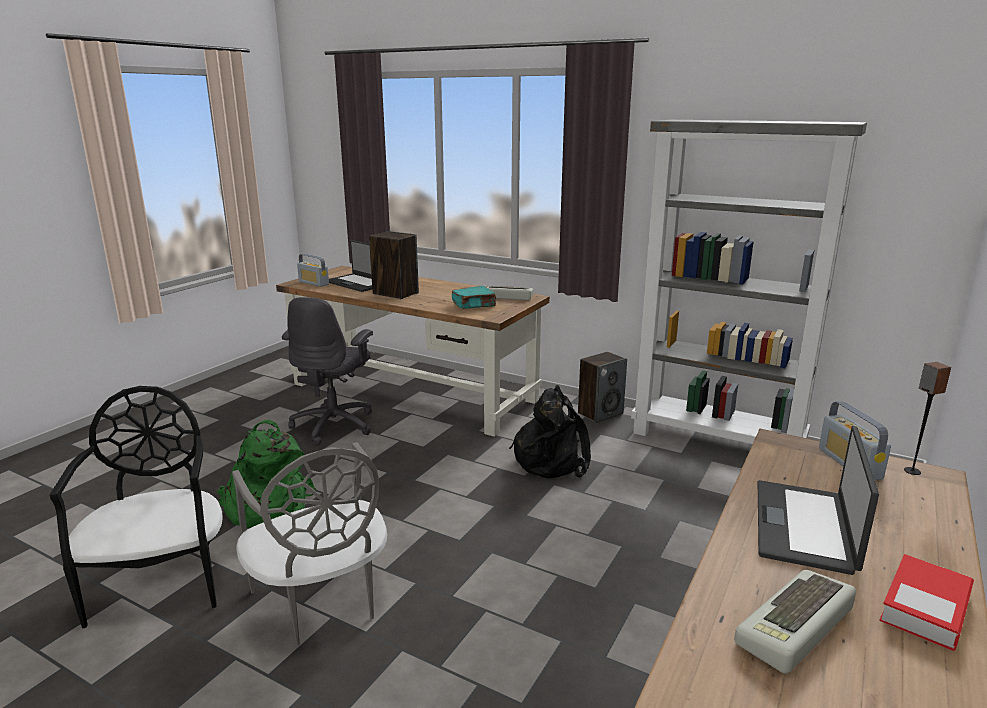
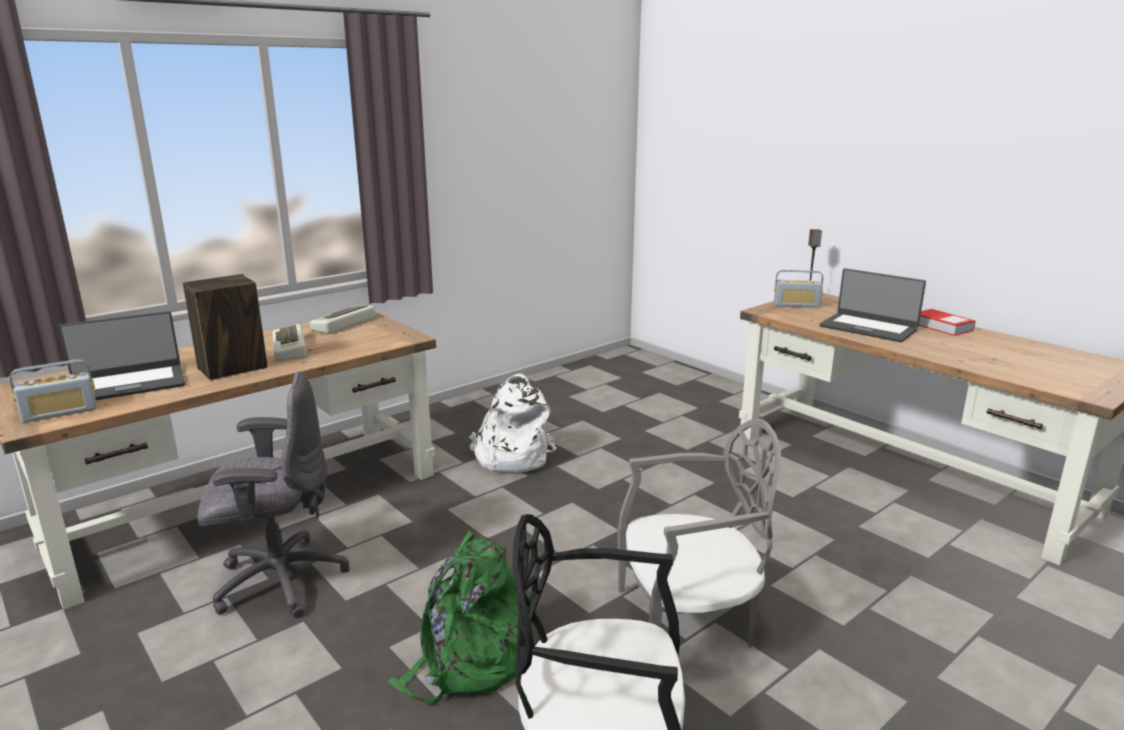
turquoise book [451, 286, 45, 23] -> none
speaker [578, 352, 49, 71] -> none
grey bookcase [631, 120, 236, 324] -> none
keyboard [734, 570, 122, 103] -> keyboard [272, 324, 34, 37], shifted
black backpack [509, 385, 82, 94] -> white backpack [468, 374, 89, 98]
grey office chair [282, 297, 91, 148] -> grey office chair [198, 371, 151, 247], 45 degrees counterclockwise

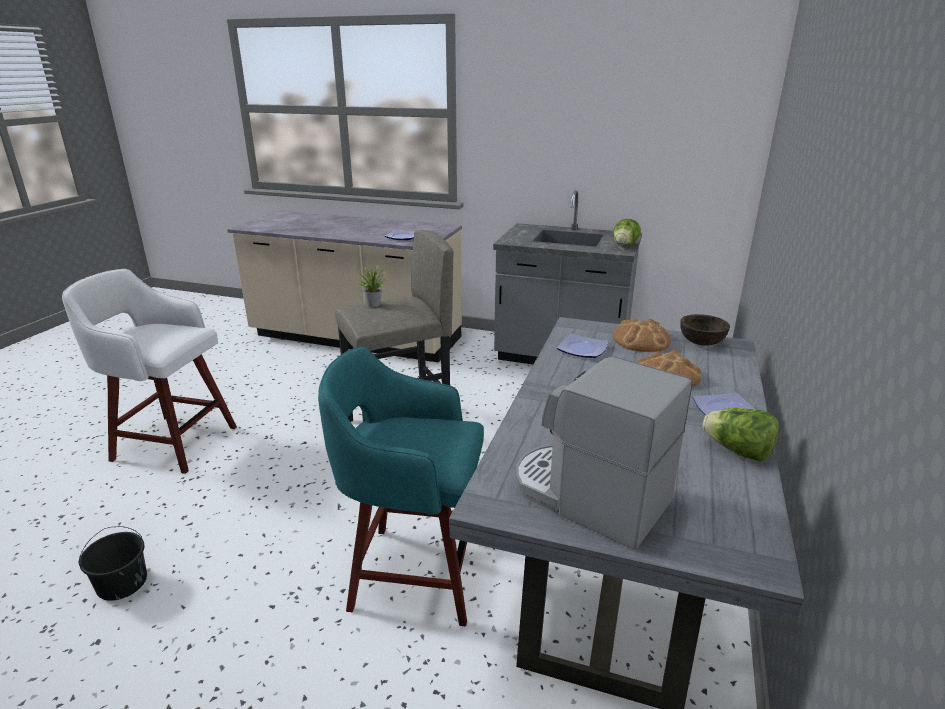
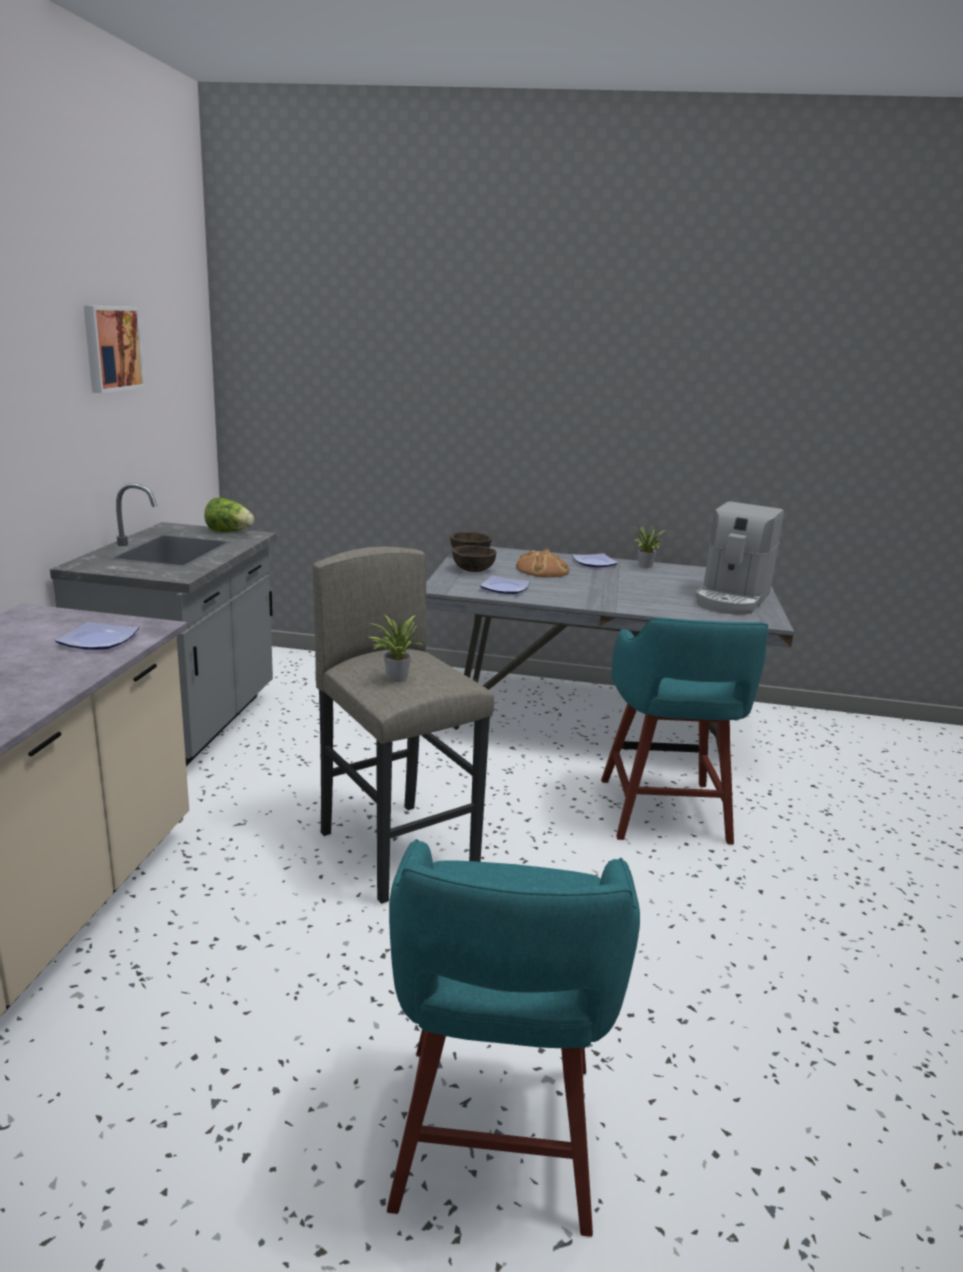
black bucket [79, 526, 68, 75] -> none
none -> picture [83, 305, 62, 88]
bread [613, 318, 58, 34] -> brown bowl [452, 545, 45, 27]
lettuce [702, 408, 77, 53] -> potted plant [632, 526, 34, 42]
white stool [62, 269, 175, 205] -> turquoise stool [387, 839, 253, 398]

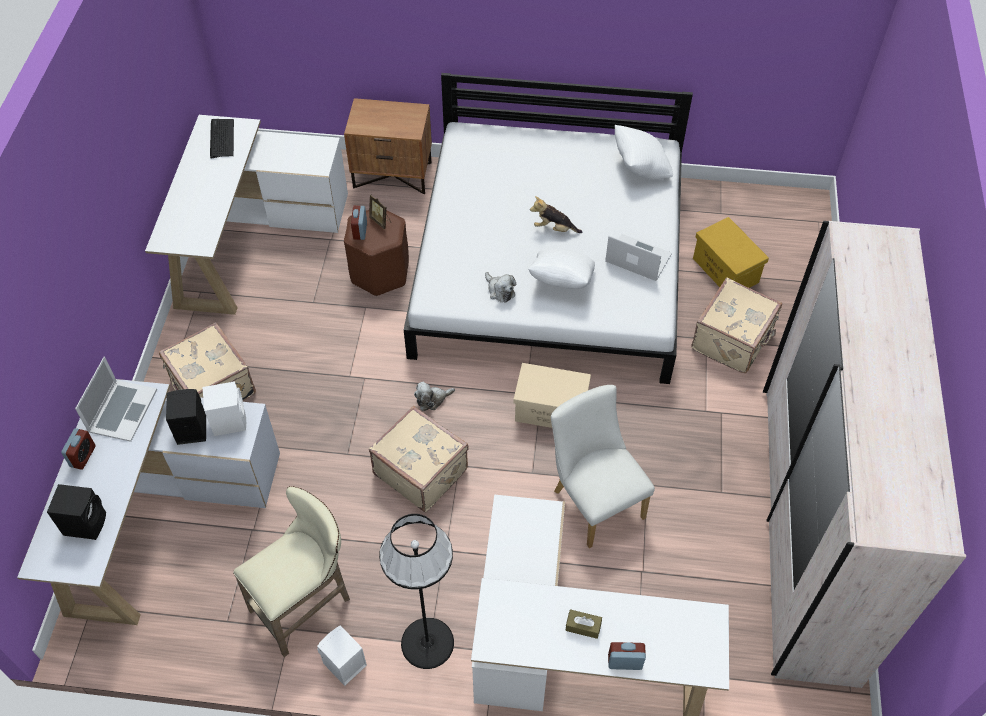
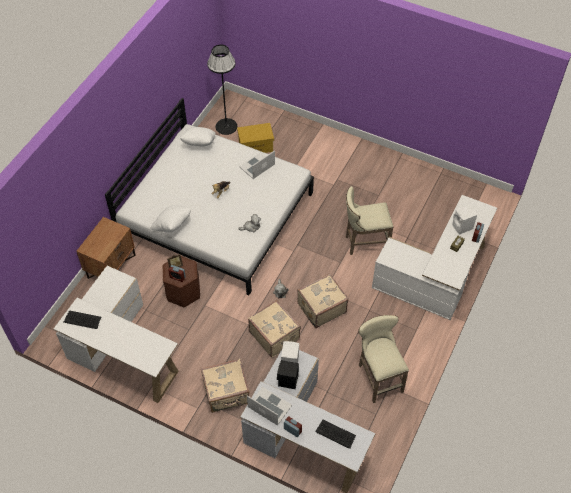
beige storage box [513, 363, 78, 65] -> none
white wardrobe [763, 221, 203, 467] -> none
white speaker [317, 625, 50, 61] -> white speaker [452, 204, 25, 30], shifted
black floor lamp [379, 514, 75, 155] -> black floor lamp [207, 45, 30, 90], shifted
white pillow [528, 248, 67, 41] -> white pillow [151, 205, 40, 27], shifted
beige suitcase [691, 278, 91, 95] -> beige suitcase [248, 300, 53, 58], shifted
black speaker [47, 484, 59, 56] -> keyboard [315, 420, 41, 29]
white chair [551, 385, 104, 163] -> beige stool [346, 186, 47, 69]

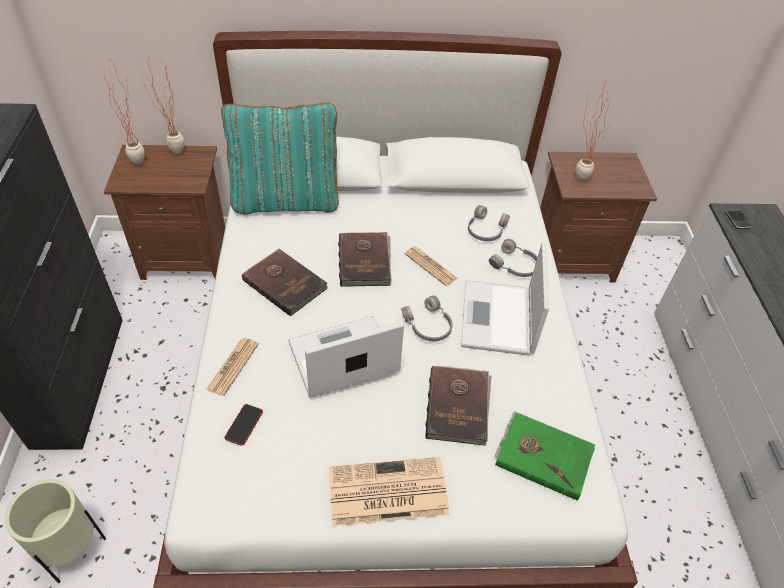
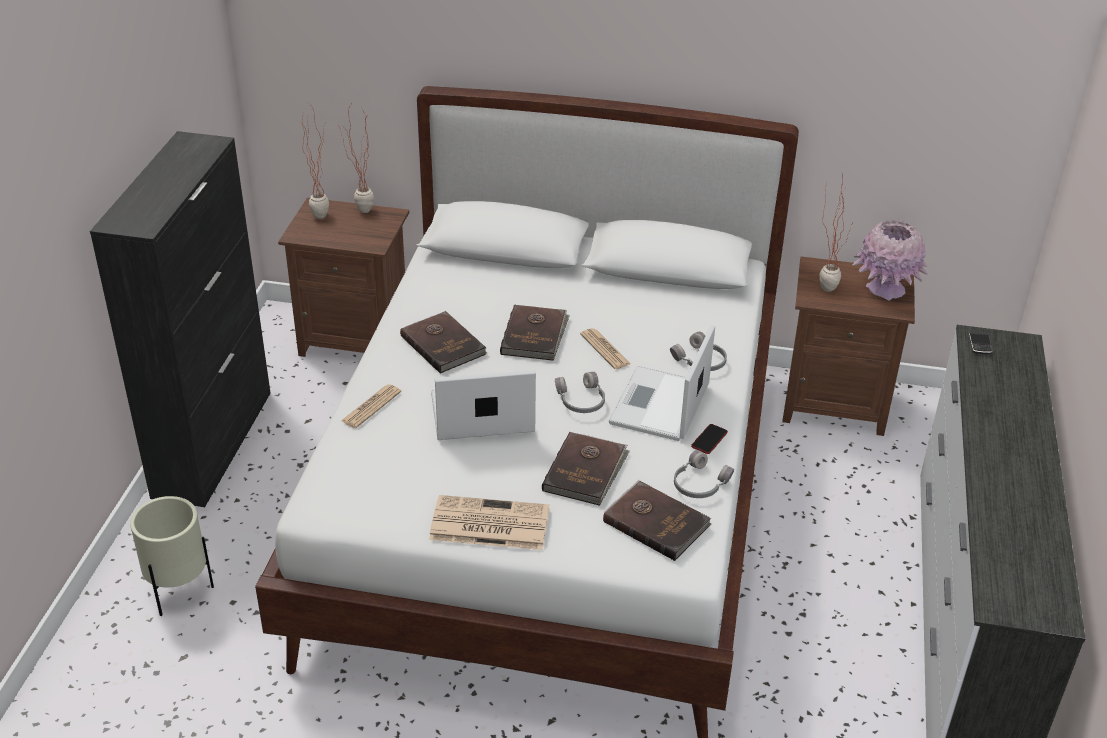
turquoise pillow [221, 103, 118, 112] -> none
none -> pink vase [852, 219, 76, 82]
phone [224, 404, 39, 42] -> phone [691, 424, 37, 30], shifted
grey headphones [468, 205, 42, 36] -> grey headphones [674, 450, 60, 48], shifted
green book [495, 411, 100, 90] -> brown book [603, 480, 108, 81]

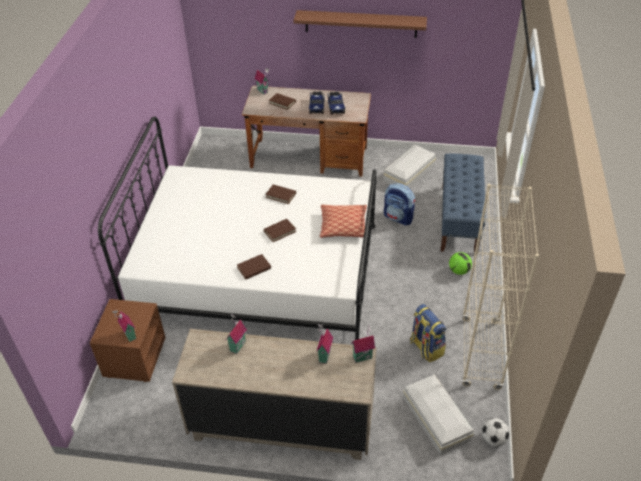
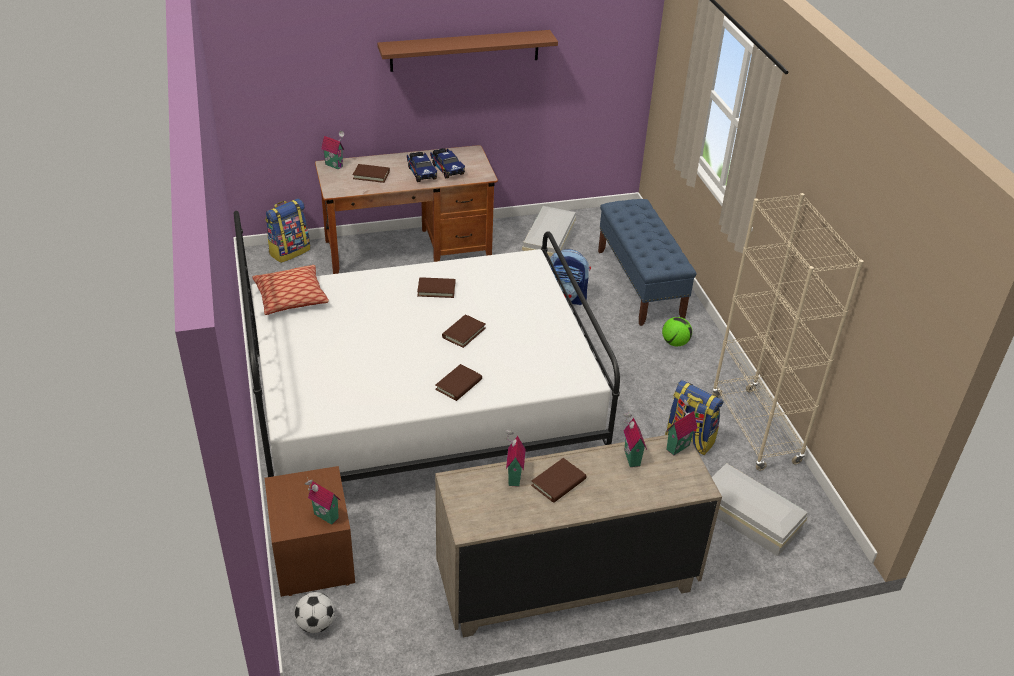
none -> backpack [265, 198, 45, 65]
none -> brown book [531, 458, 55, 45]
pillow [320, 205, 47, 33] -> pillow [252, 265, 77, 50], shifted
football [481, 418, 29, 29] -> football [294, 592, 41, 41], shifted

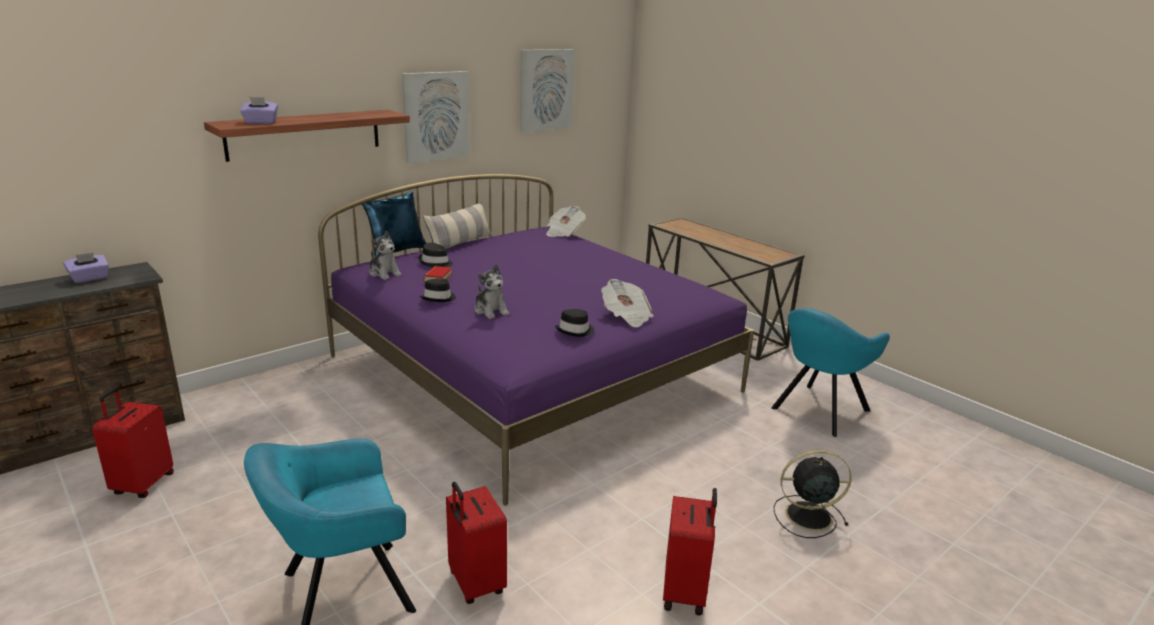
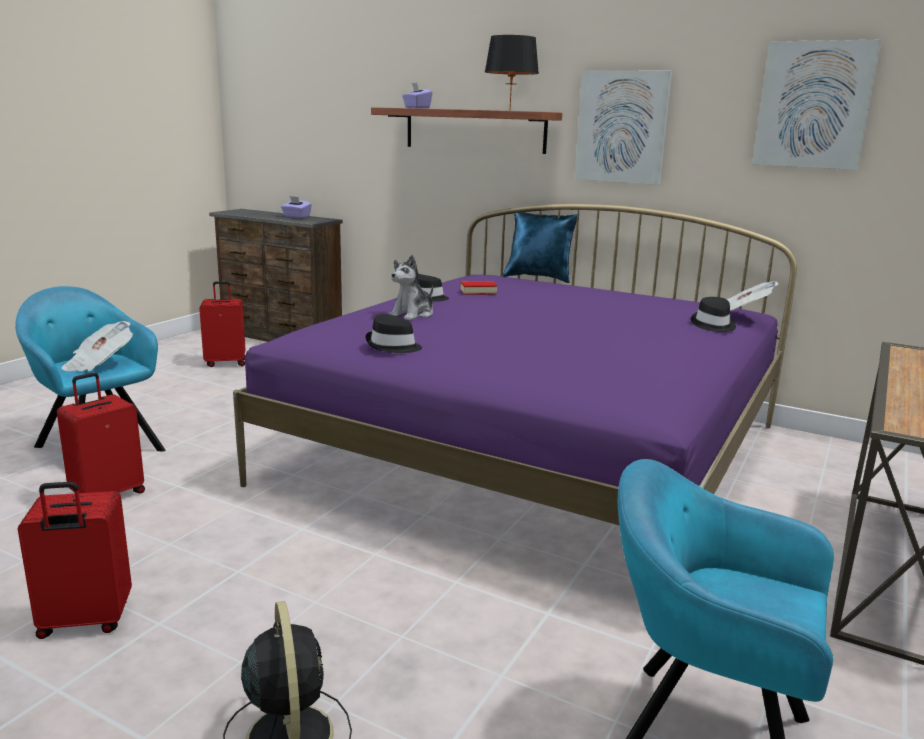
plush toy [369, 231, 33, 49] -> none
pillow [423, 201, 69, 48] -> none
none -> black table lamp [485, 35, 54, 75]
black hat [418, 243, 35, 24] -> black hat [691, 297, 45, 35], shifted
newspaper [601, 279, 53, 49] -> newspaper [62, 321, 71, 50], shifted

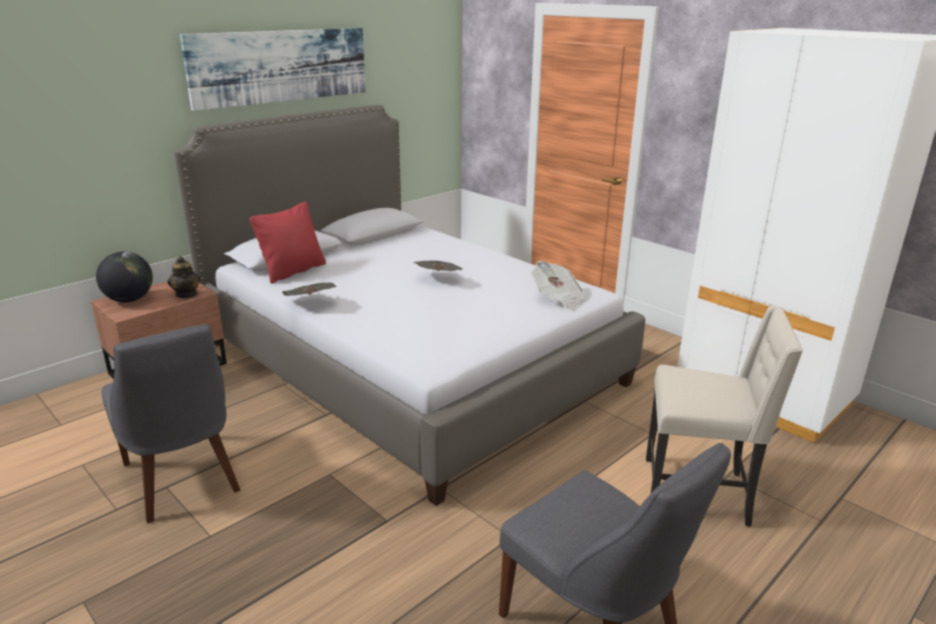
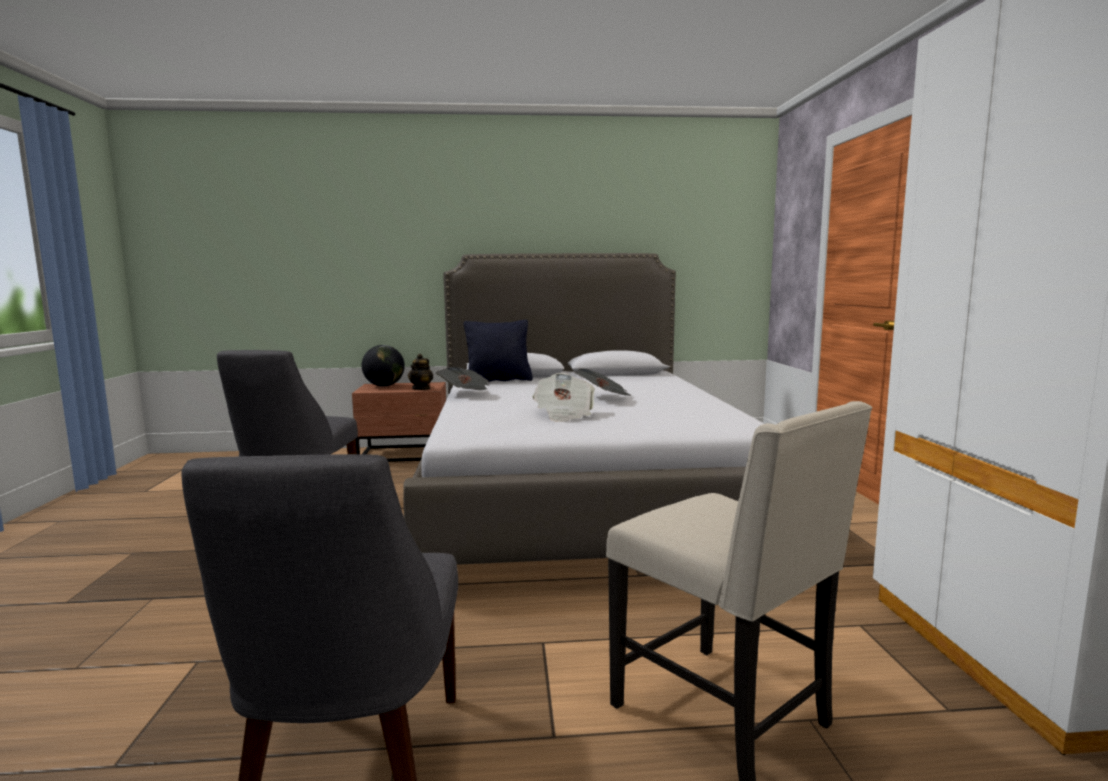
picture [180, 28, 186, 83] -> none
newspaper [531, 261, 54, 48] -> newspaper [533, 373, 62, 49], shifted
red pillow [250, 202, 76, 82] -> black pillow [464, 320, 69, 62]

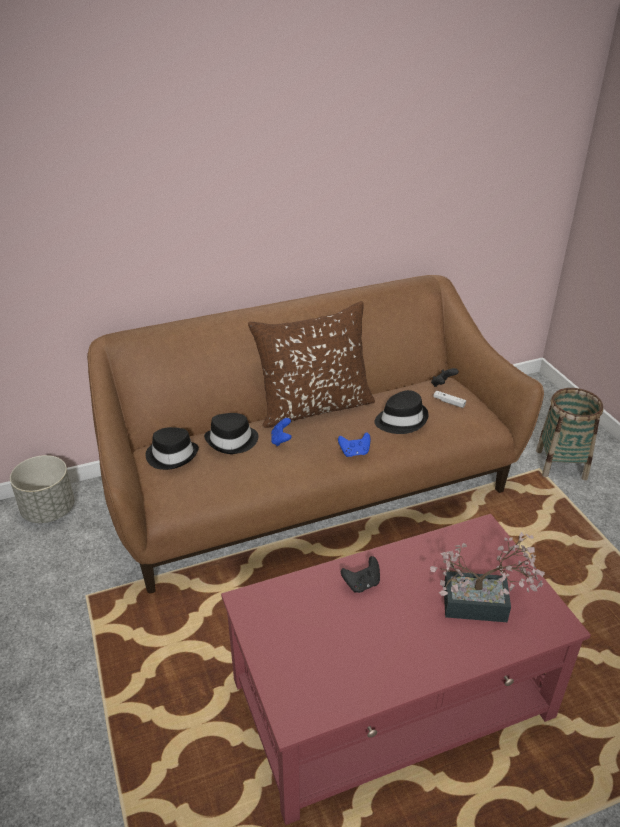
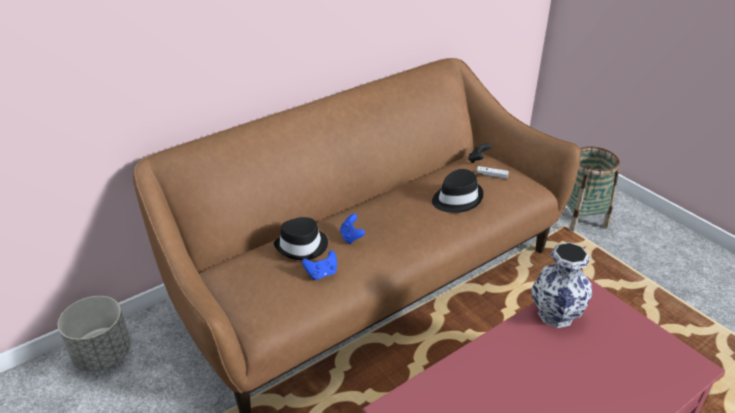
black hat [146, 427, 53, 43] -> none
brown pillow [248, 301, 127, 127] -> none
black game controller [341, 556, 39, 37] -> none
potted plant [430, 532, 115, 90] -> none
none -> vase [531, 242, 61, 86]
blue game controller [338, 432, 32, 25] -> blue game controller [302, 250, 35, 30], shifted

